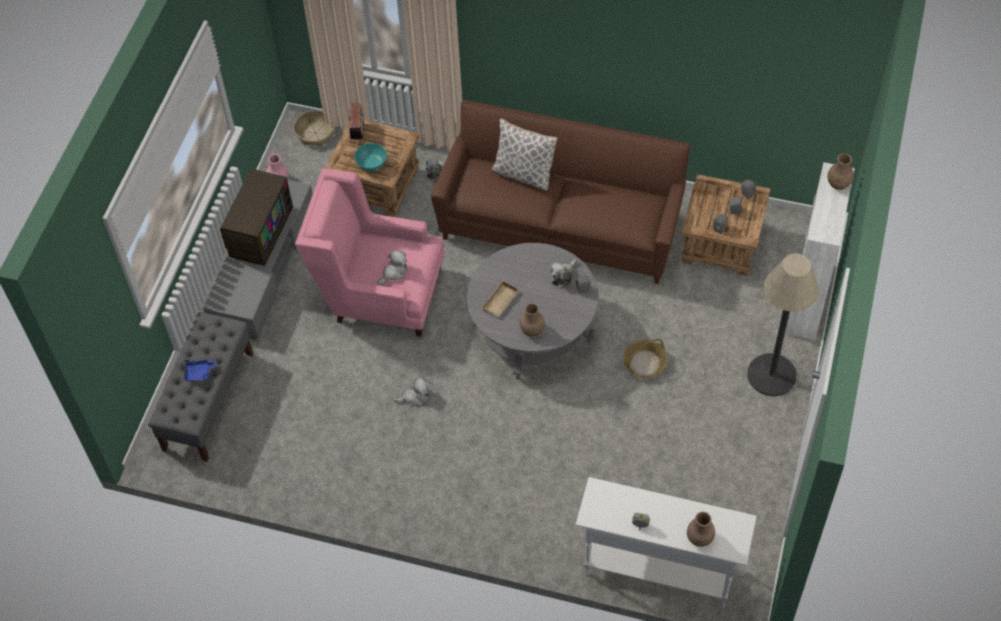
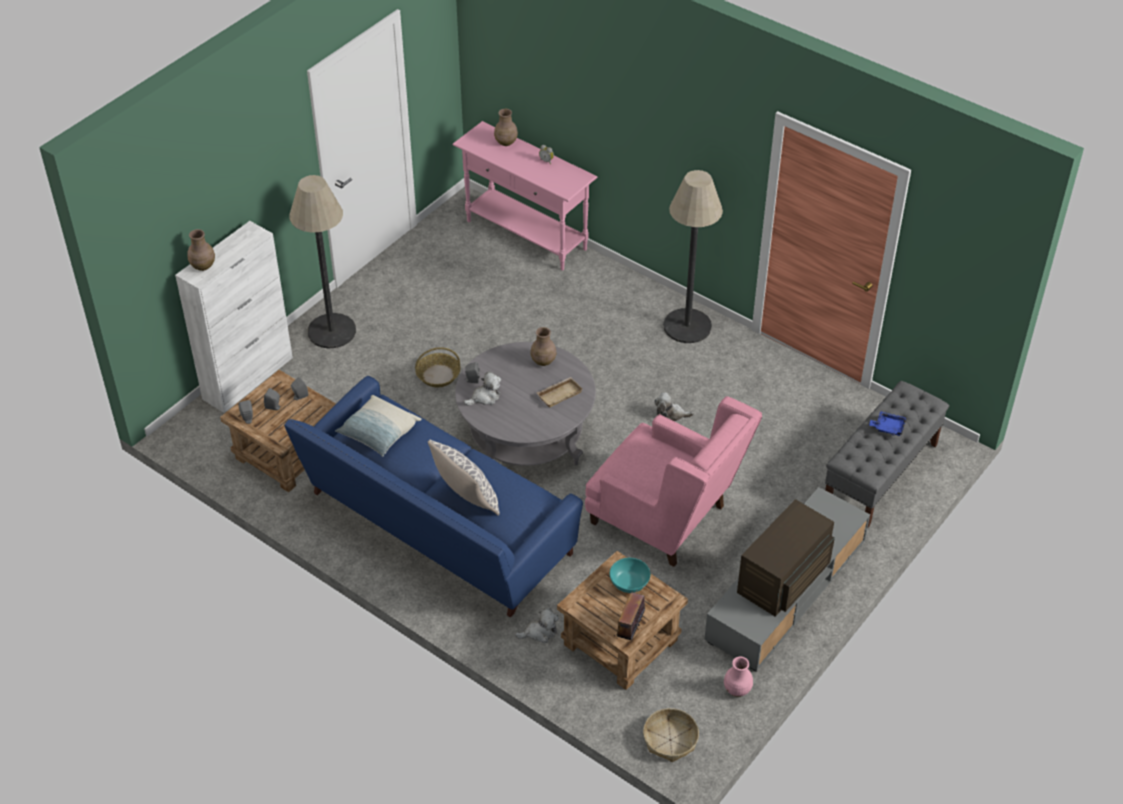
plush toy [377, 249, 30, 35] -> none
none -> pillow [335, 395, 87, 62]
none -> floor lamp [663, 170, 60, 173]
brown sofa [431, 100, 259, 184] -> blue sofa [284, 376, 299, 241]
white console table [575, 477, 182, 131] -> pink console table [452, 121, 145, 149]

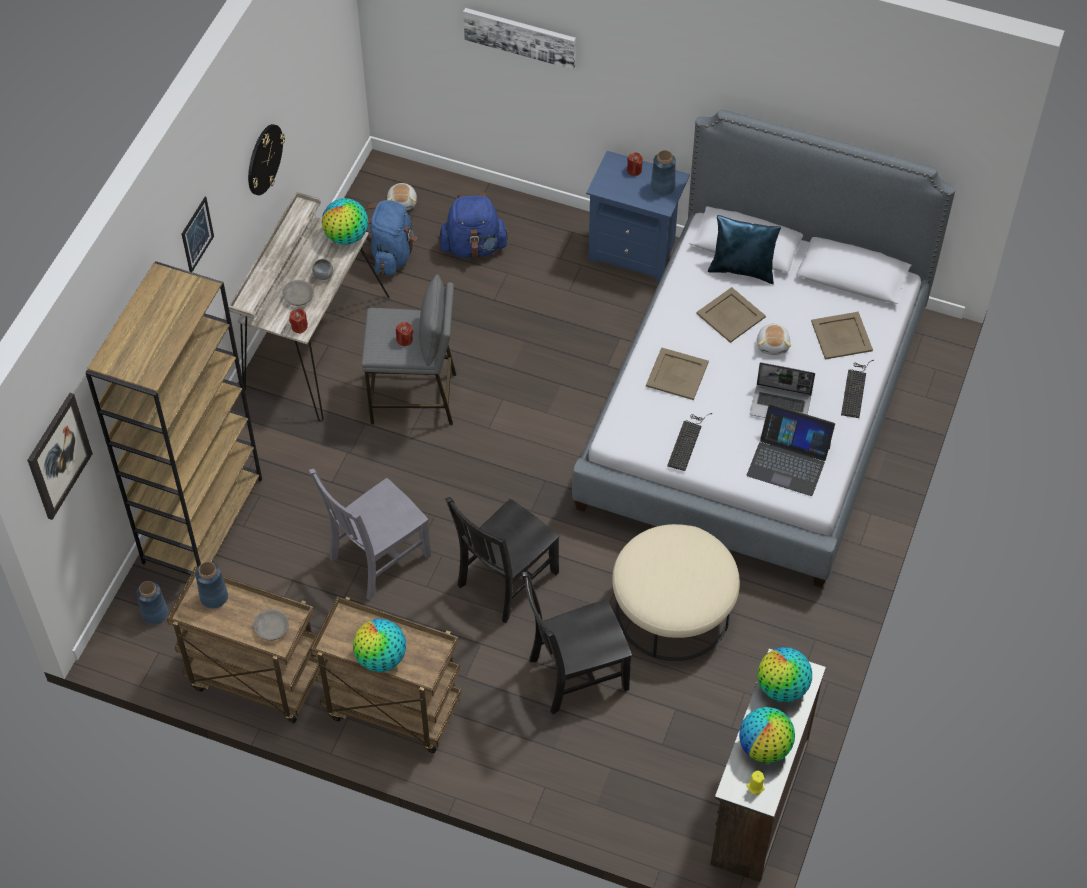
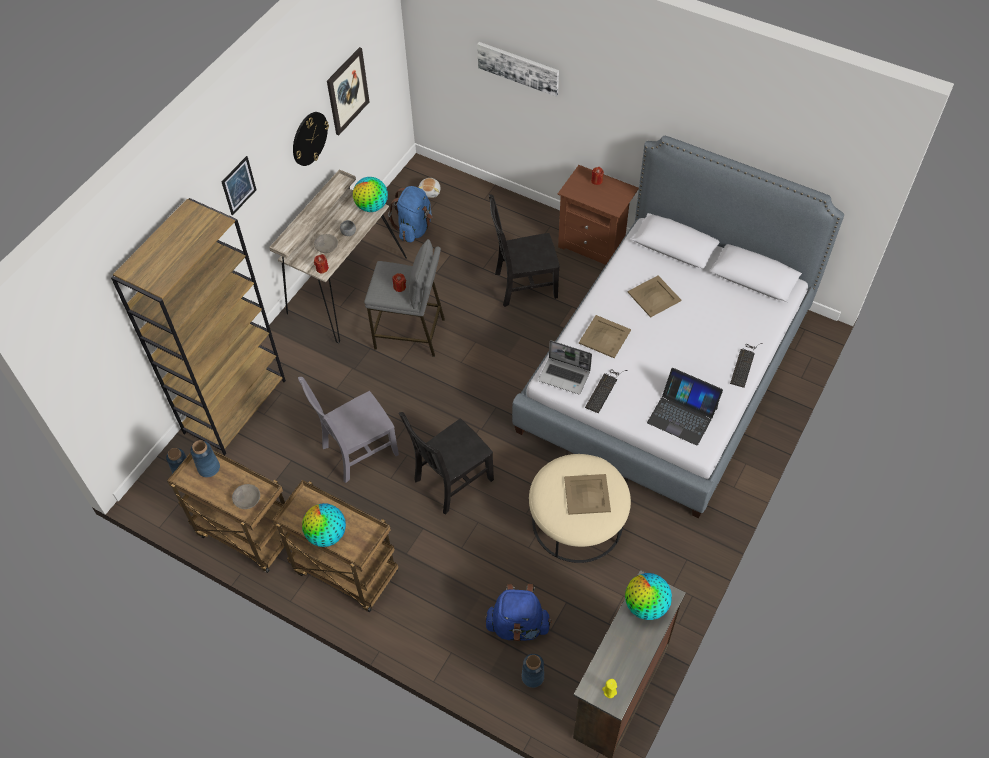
blue pillow [708, 215, 73, 69] -> none
globe [739, 707, 56, 56] -> none
plush toy [757, 323, 34, 32] -> none
picture [27, 393, 66, 127] -> picture [327, 47, 42, 89], shifted
blue backpack [439, 192, 70, 66] -> blue backpack [485, 584, 67, 57], shifted
black chair [522, 572, 110, 142] -> black chair [489, 194, 71, 113], shifted
blue vase [651, 150, 25, 46] -> blue vase [522, 654, 22, 34], shifted
laptop [750, 362, 65, 56] -> laptop [538, 340, 54, 54], shifted
beige tray [811, 312, 62, 47] -> beige tray [564, 474, 47, 41], shifted
blue nightstand [586, 151, 104, 130] -> brown nightstand [558, 165, 81, 100]

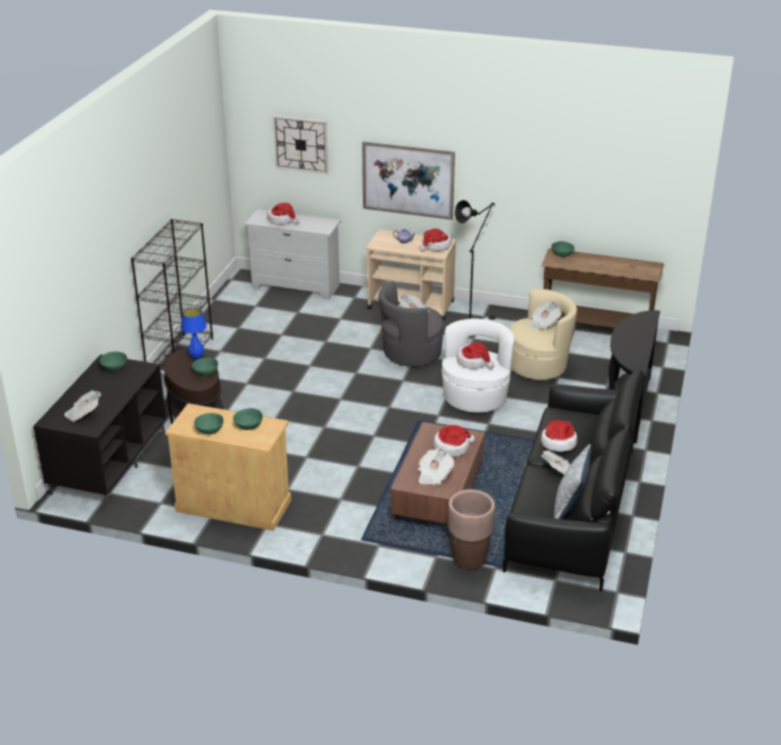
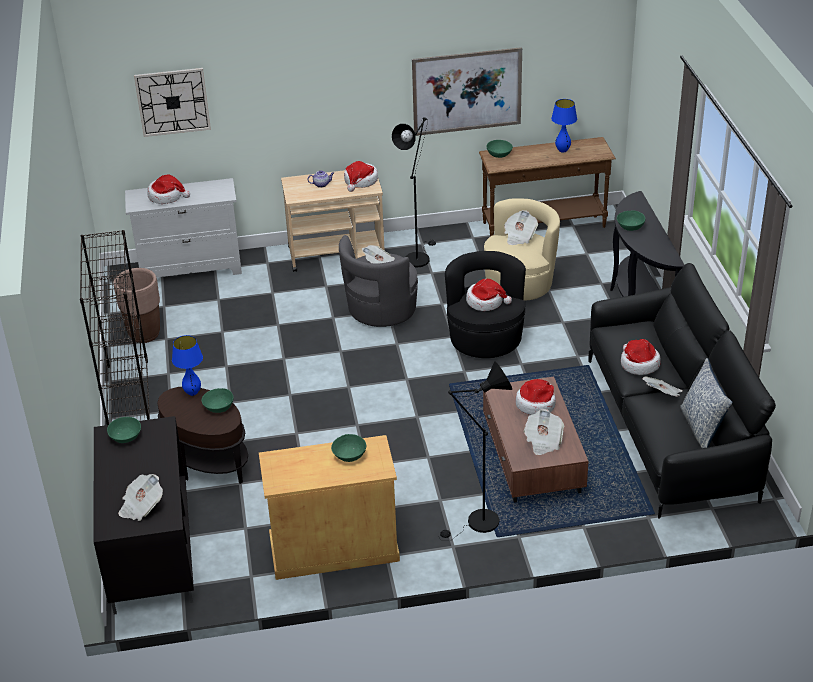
none -> black floor lamp [440, 361, 72, 180]
none -> blue table lamp [551, 99, 26, 54]
green bowl [194, 413, 30, 21] -> green bowl [617, 210, 28, 21], shifted
picture [362, 142, 93, 78] -> picture [412, 47, 110, 89], shifted
brown planter [448, 489, 47, 81] -> brown planter [114, 268, 46, 75], shifted
white armchair [442, 318, 73, 95] -> black armchair [445, 251, 81, 107]

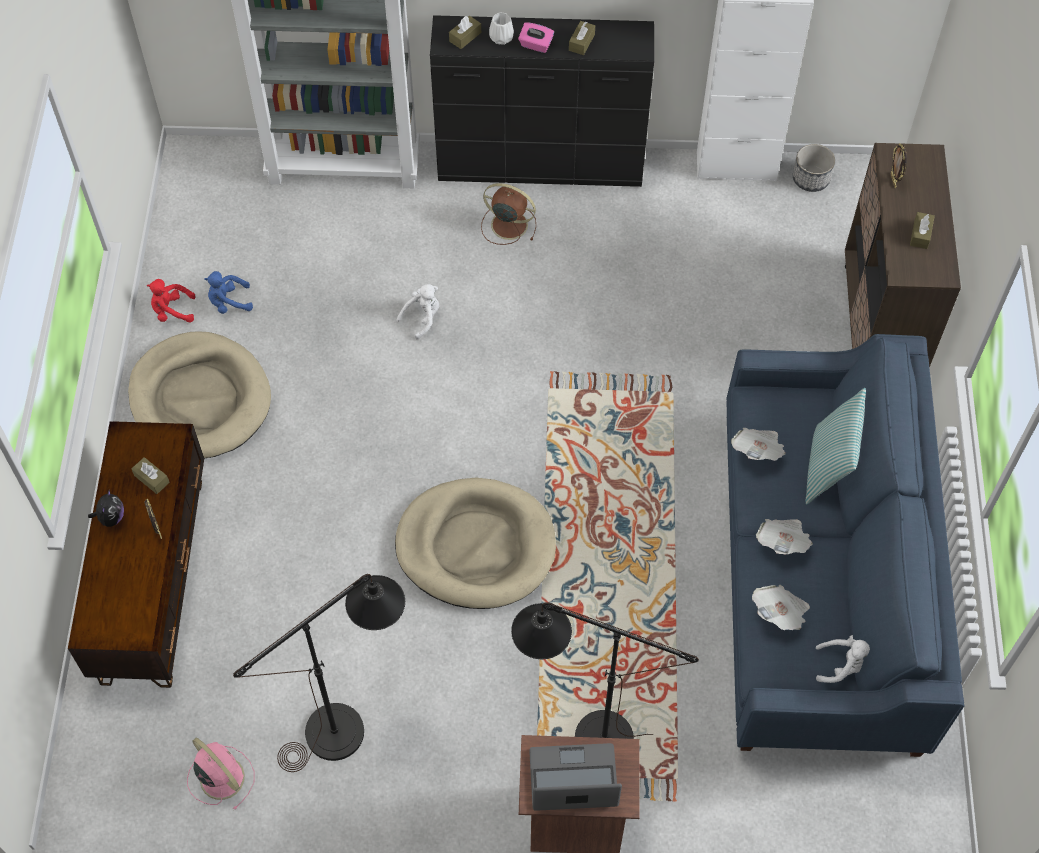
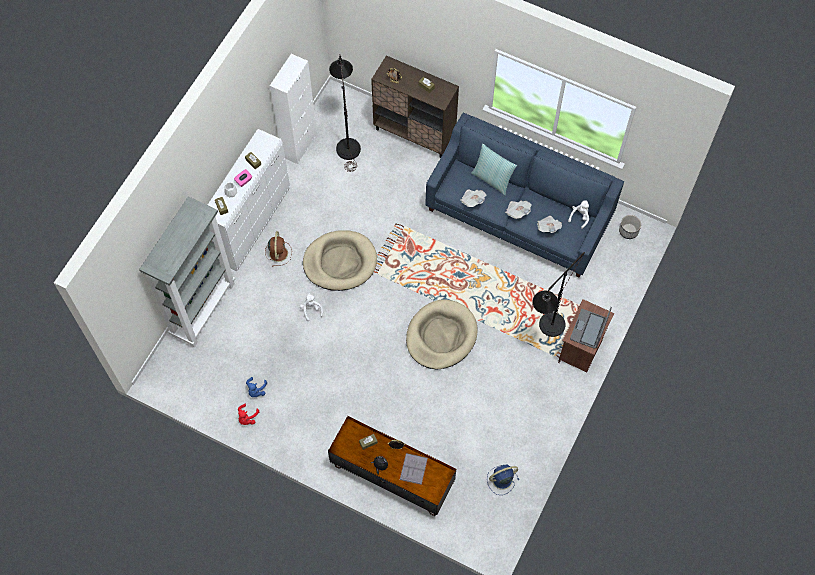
none -> grey book [400, 453, 28, 32]
beige dog bed [128, 331, 143, 128] -> beige dog bed [303, 230, 74, 61], shifted
black floor lamp [233, 574, 172, 198] -> black floor lamp [329, 56, 32, 116], shifted
planter [793, 144, 42, 48] -> planter [619, 215, 22, 24], shifted
pink fan [187, 738, 68, 72] -> blue fan [487, 465, 32, 30]
black dresser [430, 15, 224, 172] -> white dresser [208, 129, 82, 142]
brown fan [481, 183, 55, 62] -> brown fan [265, 231, 27, 36], 135 degrees clockwise

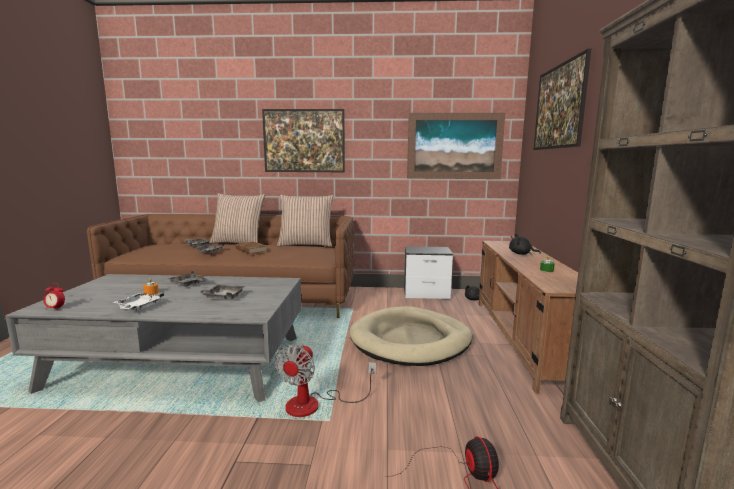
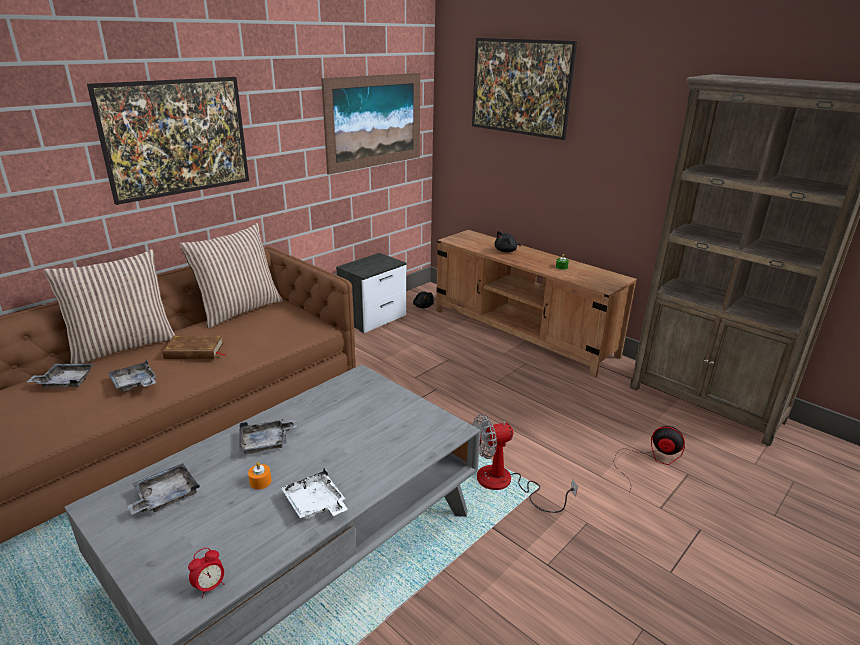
beige dog bed [349, 306, 124, 60] -> none
grey tray [198, 284, 47, 16] -> grey tray [127, 463, 73, 51], shifted
fan [275, 344, 101, 73] -> fan [472, 414, 106, 99], 105 degrees clockwise

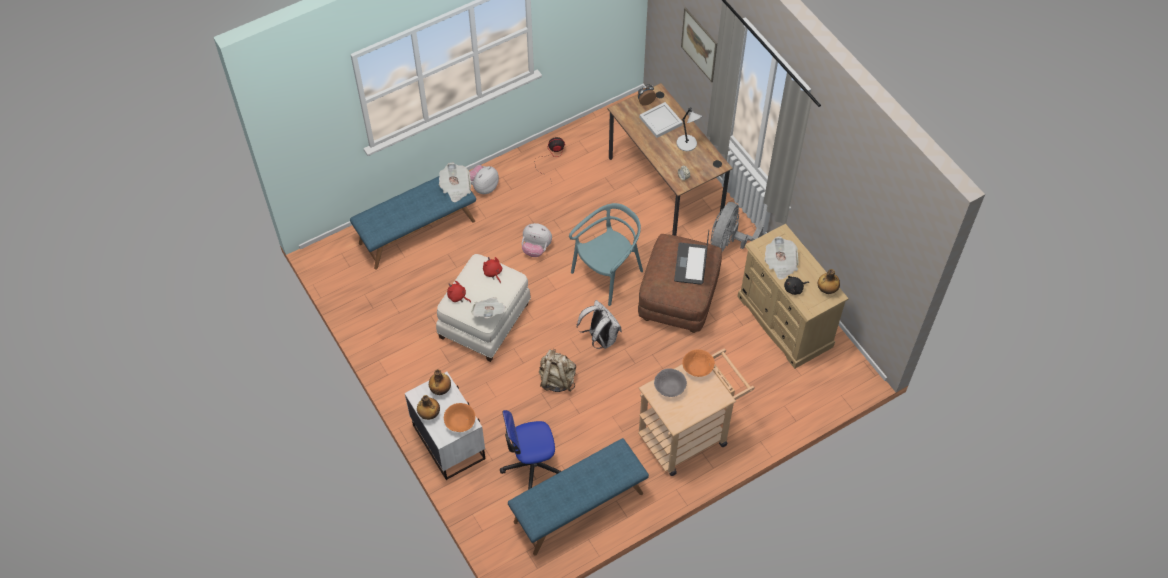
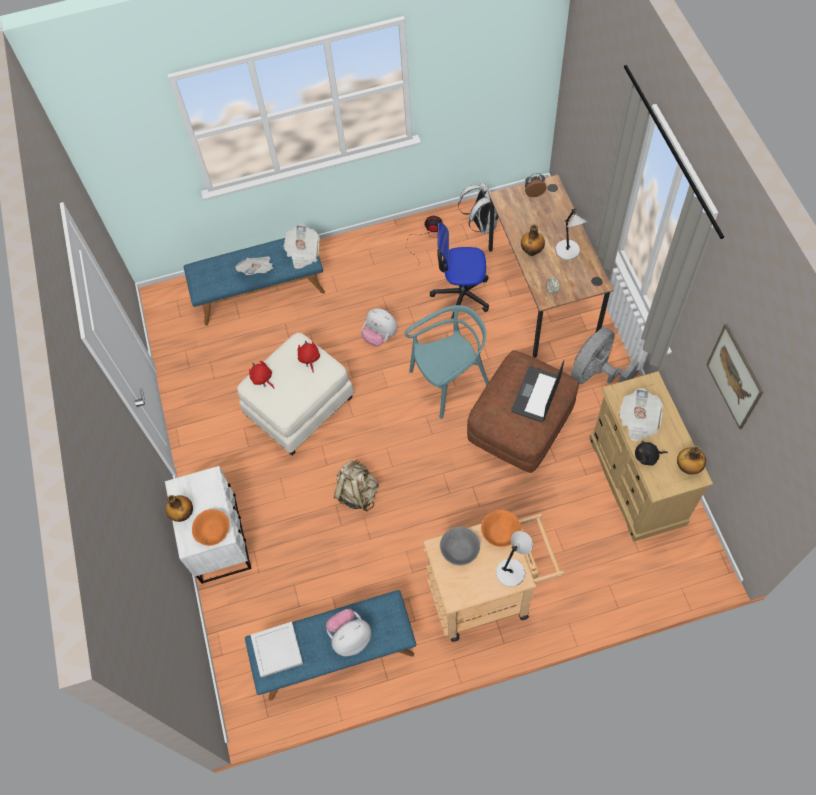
none -> grey table lamp [496, 531, 37, 56]
bottle [429, 369, 22, 26] -> bottle [521, 224, 24, 32], shifted
plush toy [470, 165, 29, 29] -> plush toy [326, 609, 45, 47], shifted
newspaper [471, 297, 35, 21] -> newspaper [235, 256, 38, 19], shifted
office chair [500, 410, 61, 80] -> office chair [430, 222, 59, 97], shifted
white backpack [577, 300, 45, 49] -> white backpack [458, 182, 40, 52], shifted
white tray [639, 102, 44, 36] -> white tray [251, 622, 52, 56], shifted
picture [681, 7, 36, 75] -> picture [706, 324, 57, 105], shifted

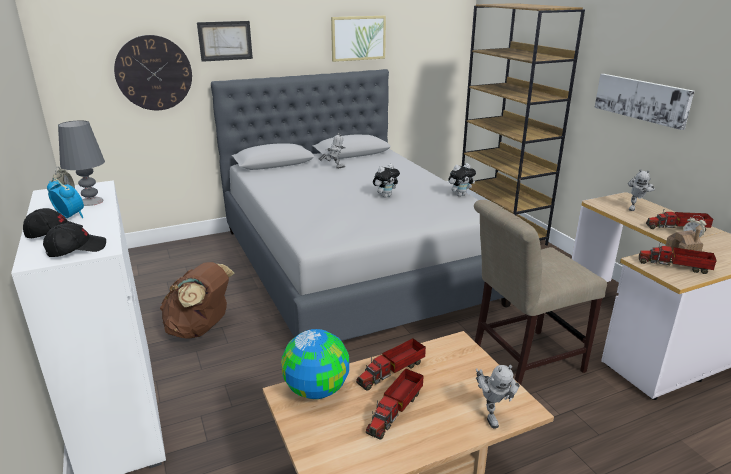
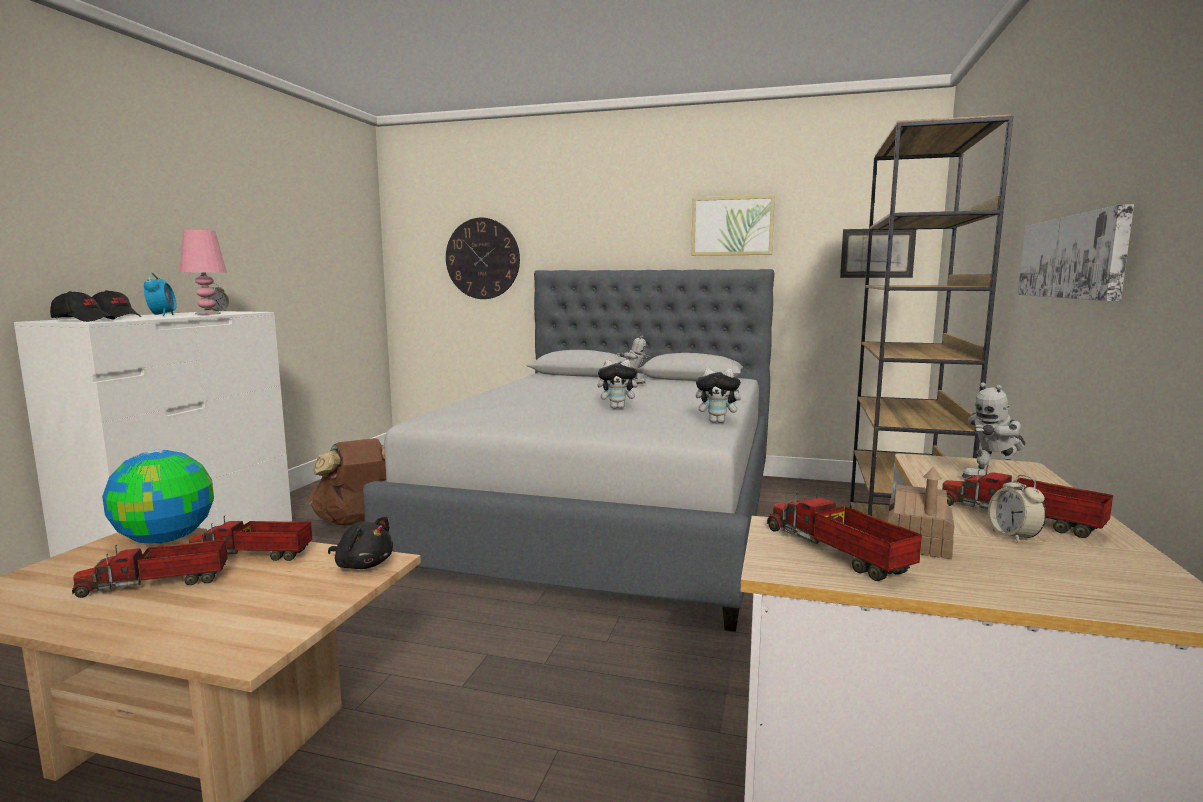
beige chair [474, 200, 133, 185] -> none
toy robot [476, 365, 44, 64] -> none
none -> black plush toy [328, 516, 65, 53]
picture [197, 21, 56, 41] -> picture [840, 229, 76, 49], shifted
grey table lamp [58, 121, 47, 85] -> pink table lamp [180, 230, 47, 85]

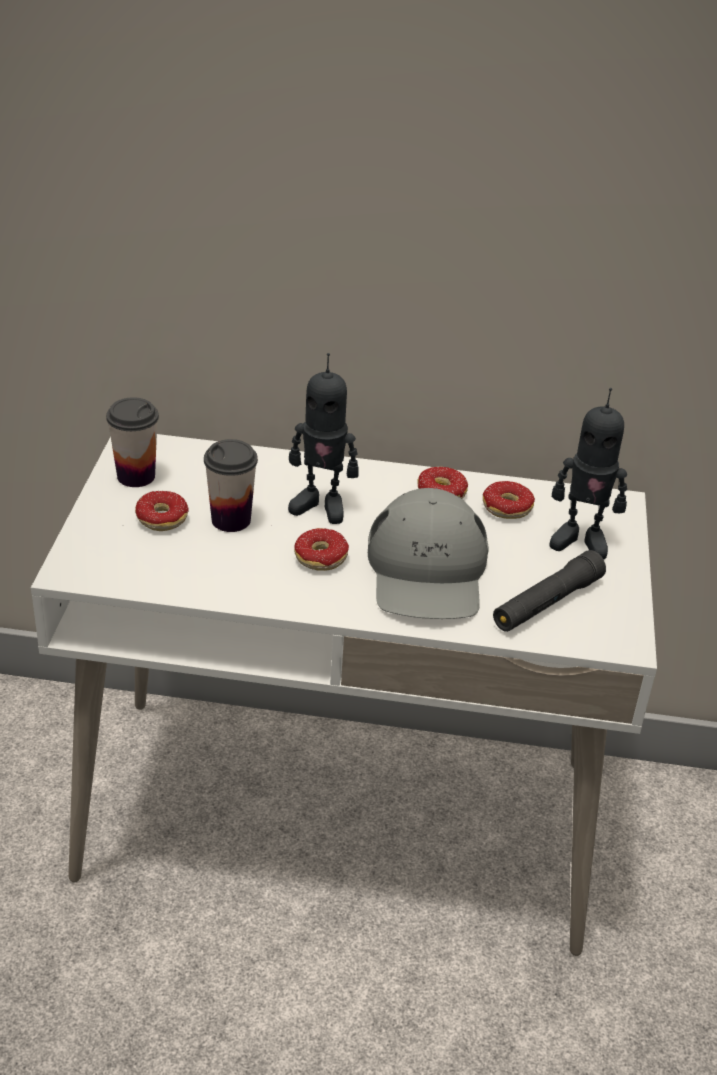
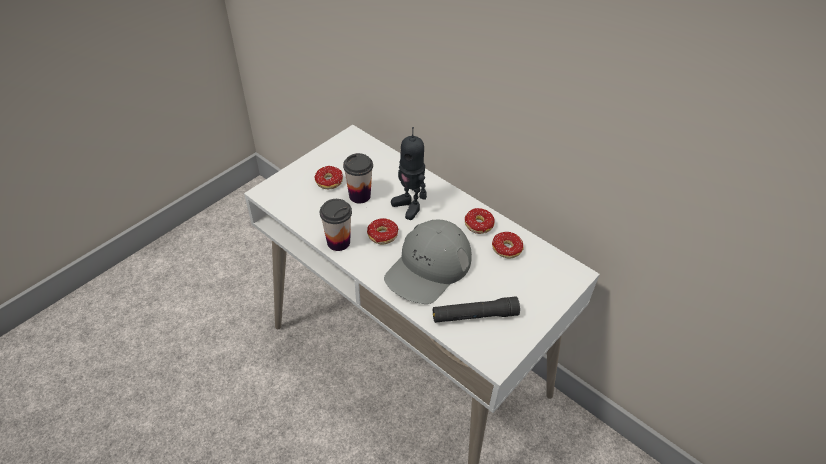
toy robot [550, 388, 77, 172] -> none
cup [106, 397, 53, 90] -> cup [320, 199, 32, 52], shifted

